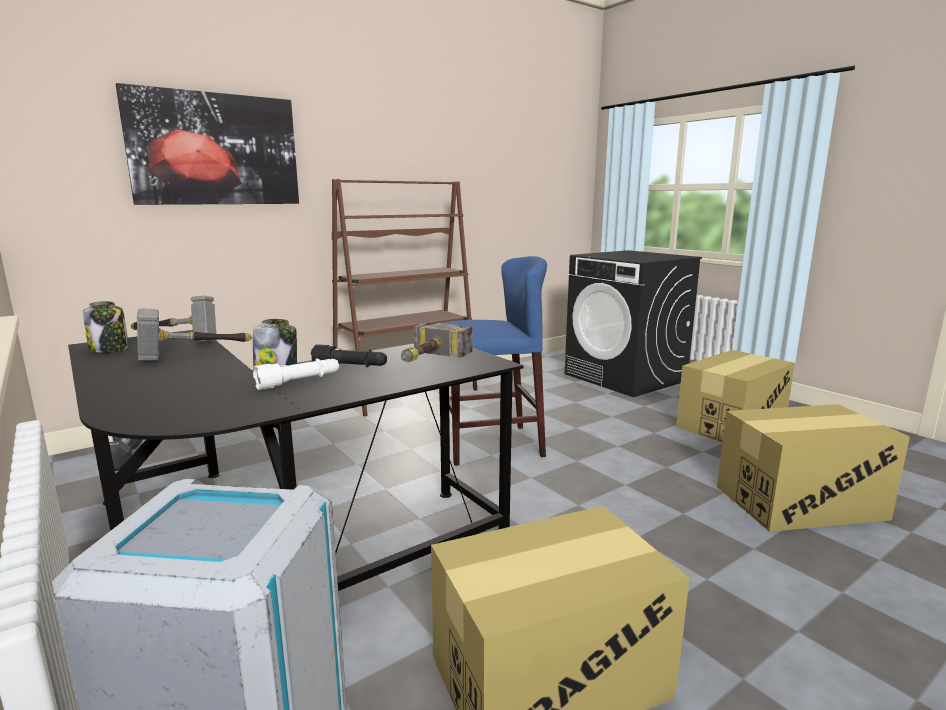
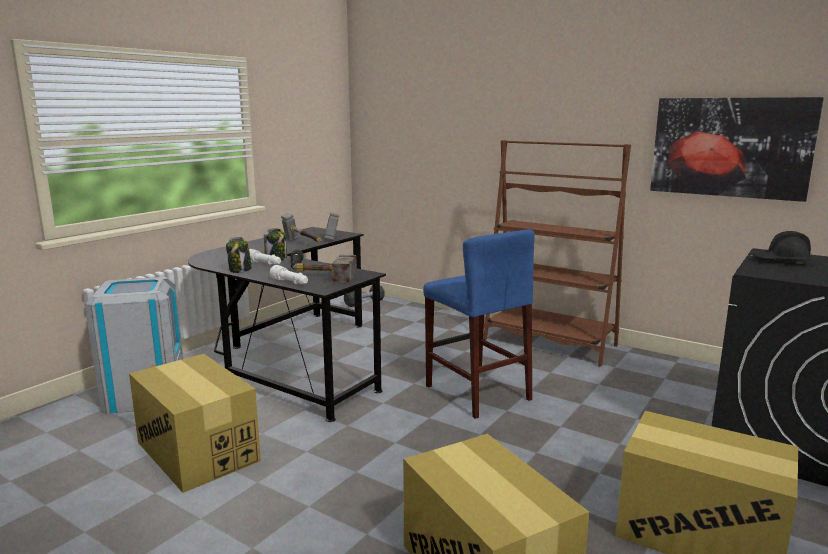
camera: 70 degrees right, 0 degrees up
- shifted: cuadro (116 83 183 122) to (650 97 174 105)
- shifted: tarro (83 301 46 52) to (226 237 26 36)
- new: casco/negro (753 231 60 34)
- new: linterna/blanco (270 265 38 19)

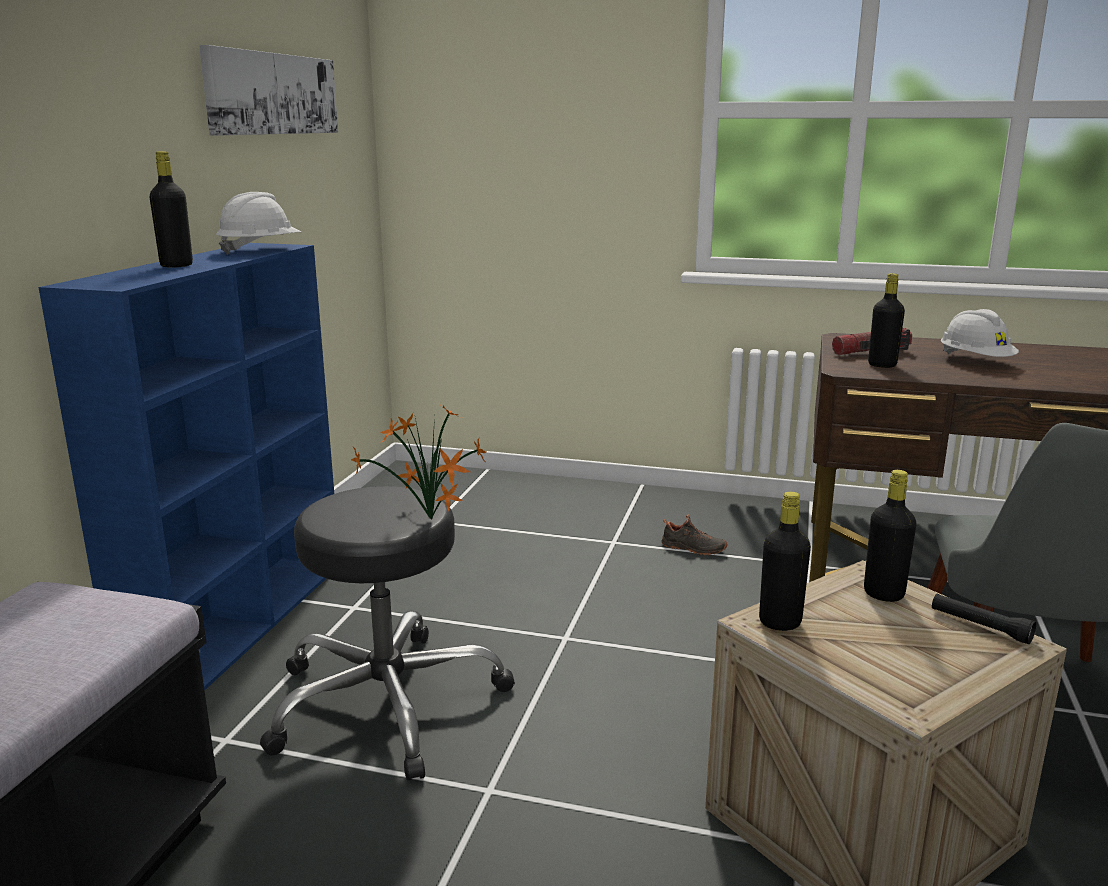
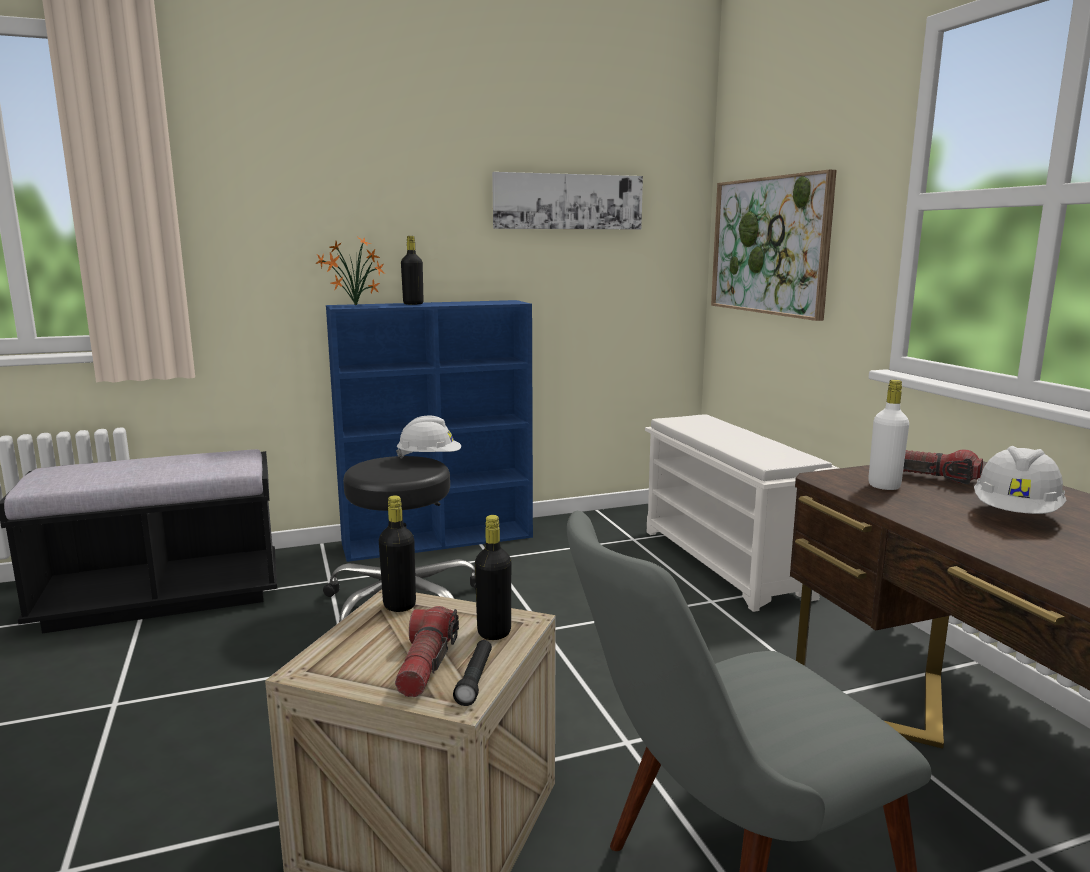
camera: 55 degrees right, 5 degrees down
- shifted: casco/blanco (216 192 85 63) to (396 415 65 44)
- repainted: botella/negro (868 273 37 95) to botella/blanco (868 380 41 110)
- shifted: planta en maceta (351 405 135 116) to (315 236 70 69)
- gone: zapato/negro (662 514 65 41)
- new: cuadro (711 170 126 151)
- new: zapatero/blanco (645 414 194 198)
- new: linterna (395 606 64 91)

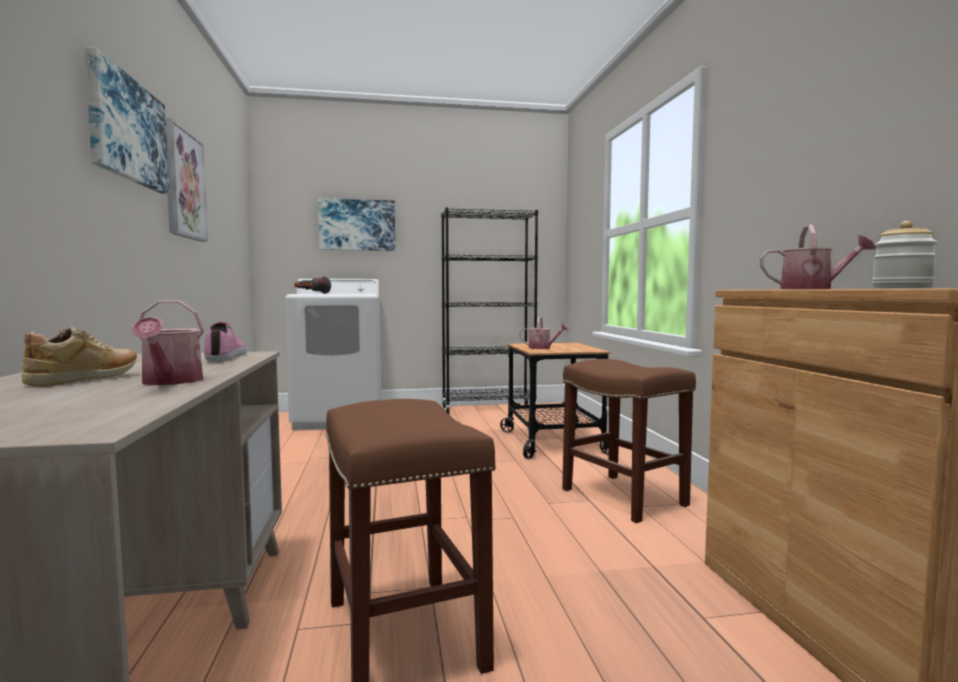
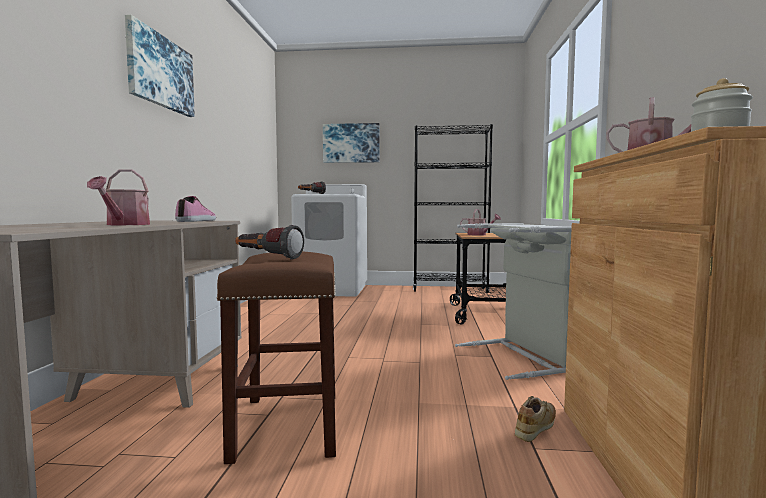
camera: 15 degrees right, 0 degrees up
- gone: cuadro (166 118 42 124)
- shifted: zapato/beis (22 327 115 60) to (515 396 41 46)
- swapped: taburete/marrón (562 359 134 164) to cesto de la ropa/gris (455 223 117 157)
- new: linterna (235 225 69 35)

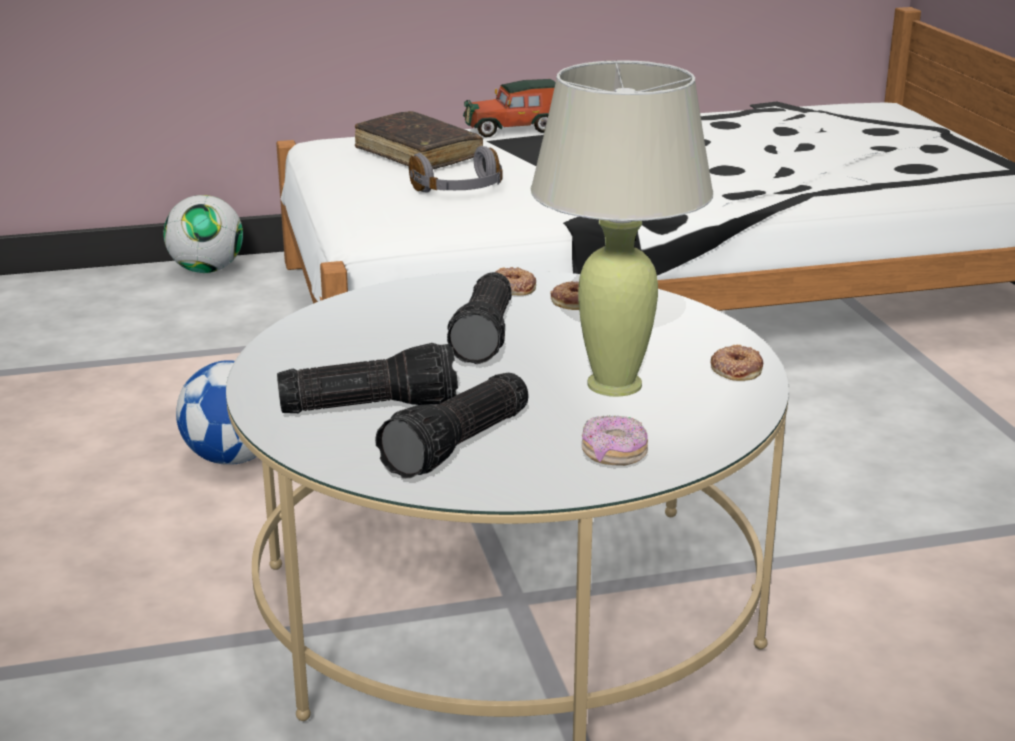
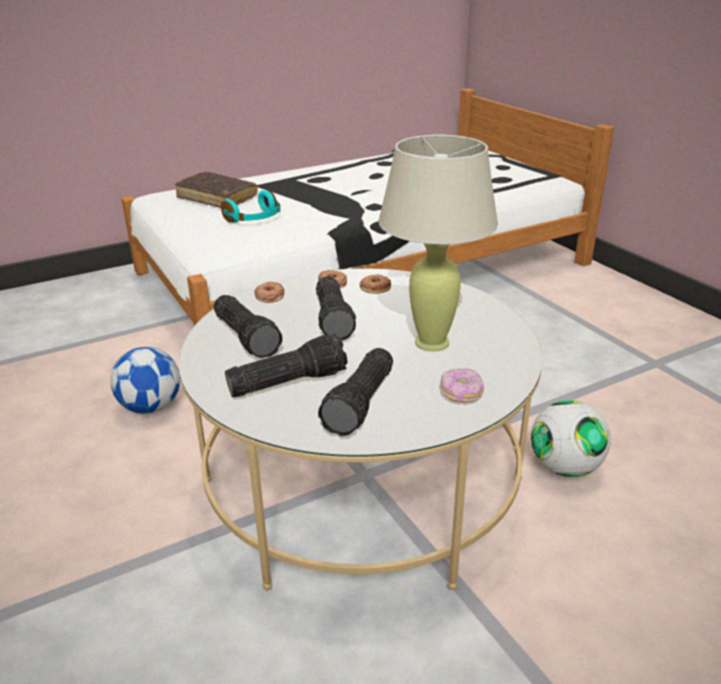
camera: 15 degrees left, 5 degrees up
- gone: coche de juguete (463 79 93 58)
- repainted: auriculares/gris (409 146 94 47) to auriculares/turquesa (221 190 59 33)
- shifted: balón de fútbol (164 195 79 78) to (531 400 80 77)
- shifted: rosquilla (710 345 53 36) to (254 281 30 22)
- new: linterna (214 295 69 63)

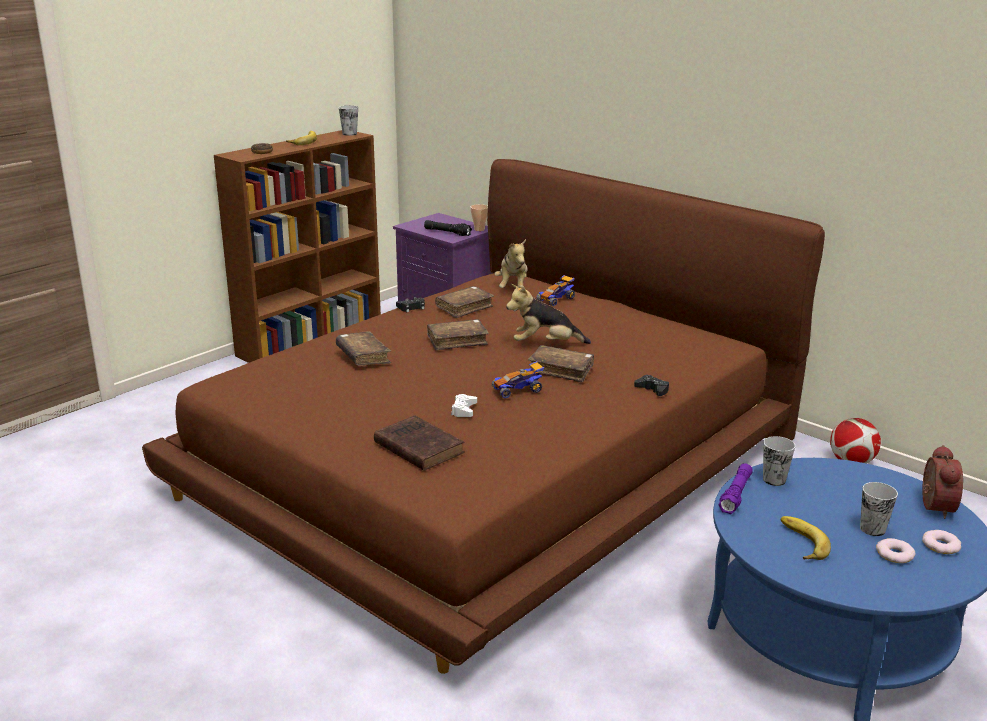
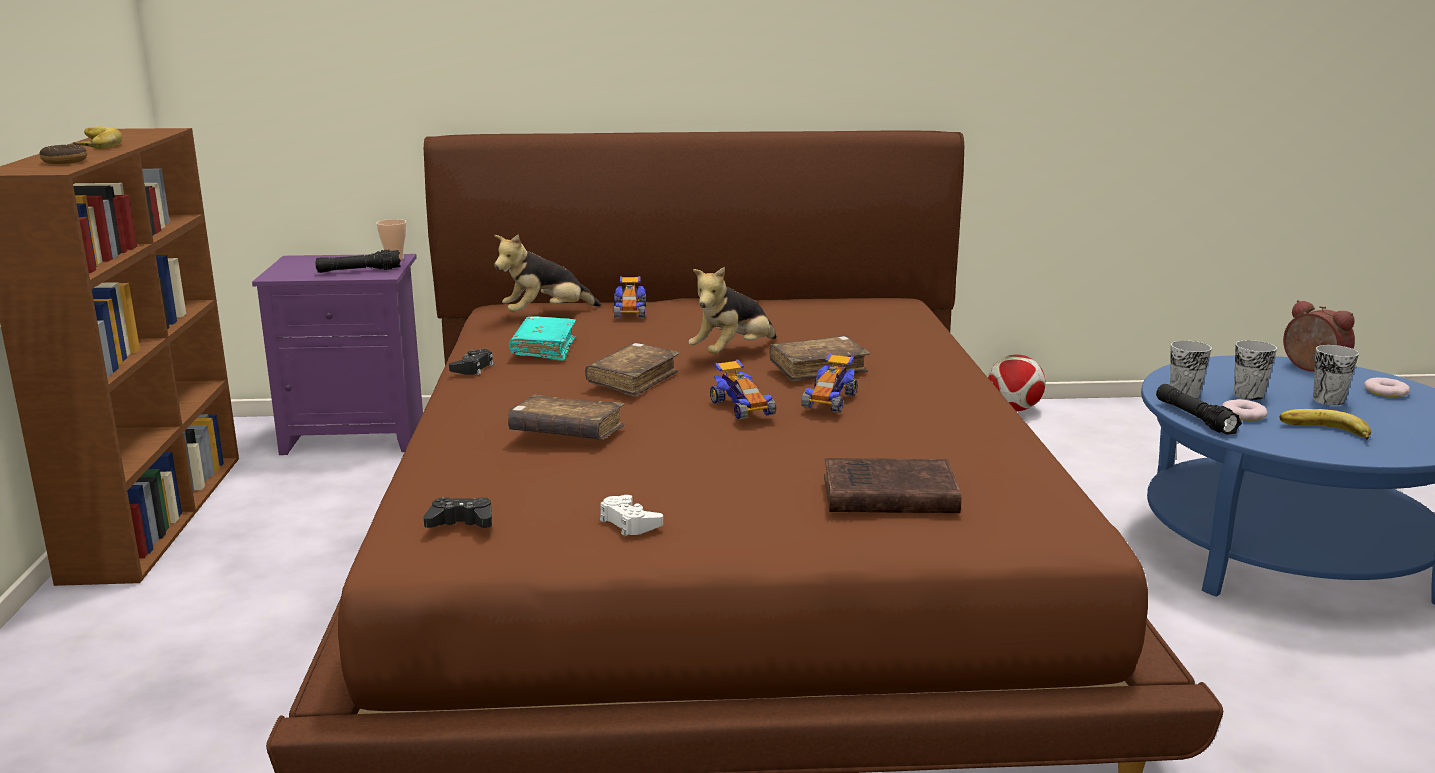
camera: 45 degrees left, 5 degrees down
- shifted: taza (339 106 19 30) to (1234 340 43 60)
- rotated: peluche (495 239 33 49) = (494 234 107 78) 105 degrees clockwise
- repainted: libro/marrón (435 286 59 32) to libro/turquesa (509 316 67 45)
- shifted: mando de consola/negro (634 375 35 21) to (423 497 69 31)
- shifted: mando de consola/blanco (451 394 26 23) to (600 495 63 41)
- repainted: linterna/morado (719 463 34 51) to linterna/negro (1156 384 86 51)
- shifted: rosquilla (876 538 39 25) to (1222 399 46 22)
- new: coche de juguete (710 360 66 59)

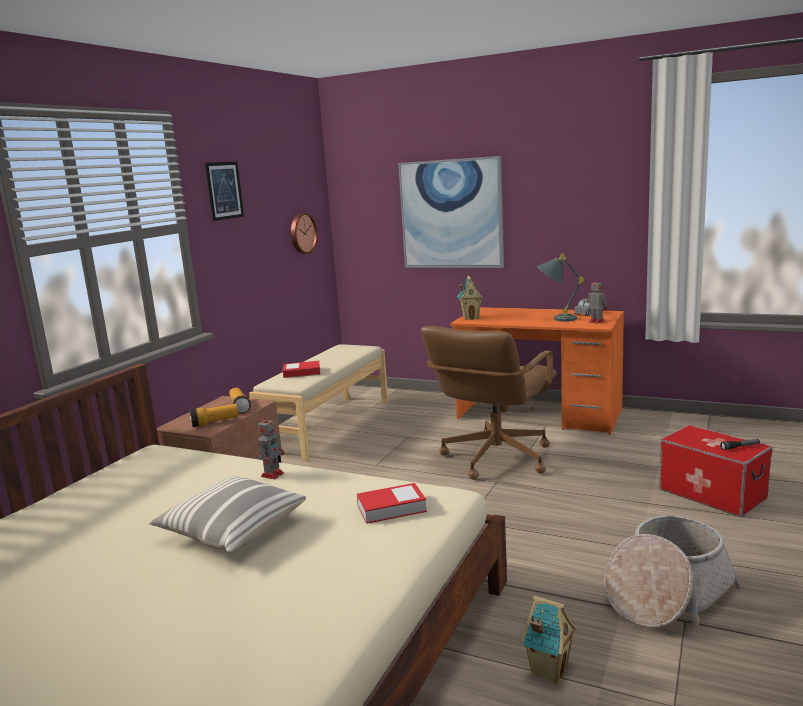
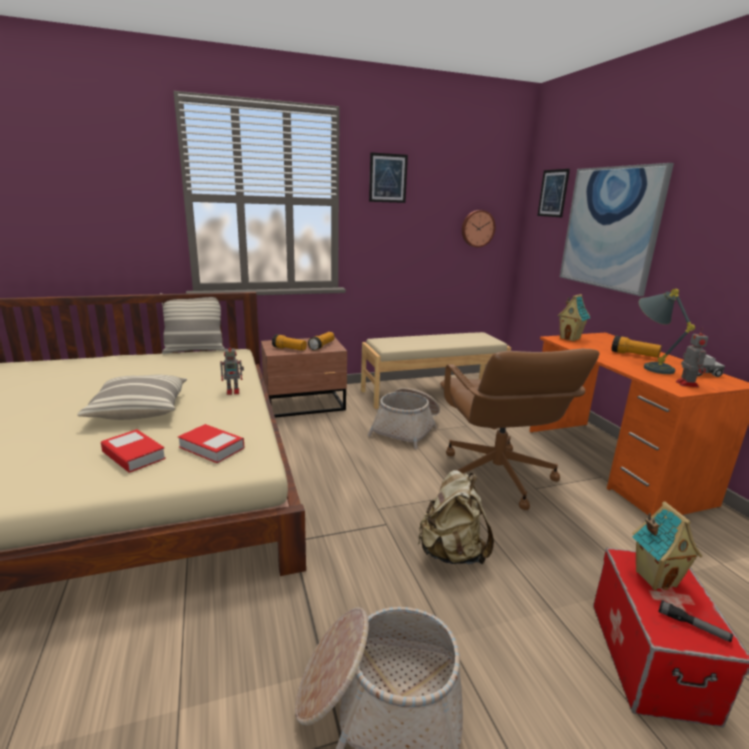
camera: 45 degrees right, 5 degrees up
- rotated: silla de oficina/marrón (421 326 136 154) = (440 349 160 161) 90 degrees counterclockwise
- shifted: libro (283 361 37 17) to (101 429 65 44)
- shifted: casita (521 596 56 88) to (632 501 70 89)
- new: cuadro (537 169 33 49)
- new: cojín (160 293 65 61)
- new: linterna (611 336 51 22)
- new: cesta (367 388 73 61)
- new: mochila/beis (418 470 76 94)

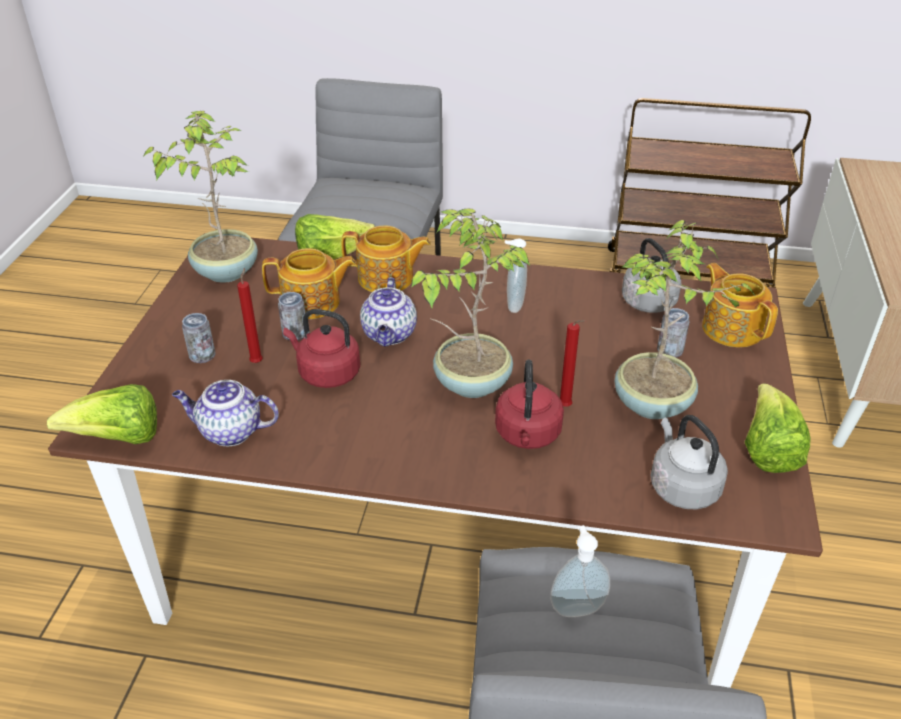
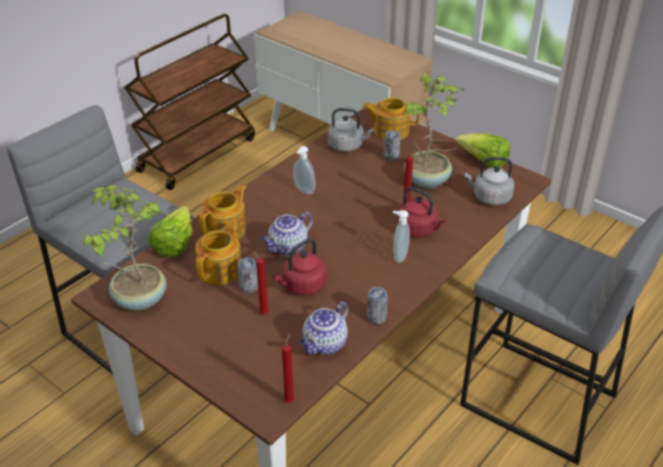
camera: 60 degrees left, 0 degrees up
- gone: planta en maceta (411 209 119 189)
- rotated: tetera (360 277 57 69) = (261 212 52 44) 105 degrees clockwise
- shifted: lata (182 313 33 50) to (367 287 21 37)
- swapped: lechuga (47 384 110 60) to vela/rojo (282 334 13 69)
- shifted: dispensador de jabón (550 525 60 92) to (393 210 17 53)

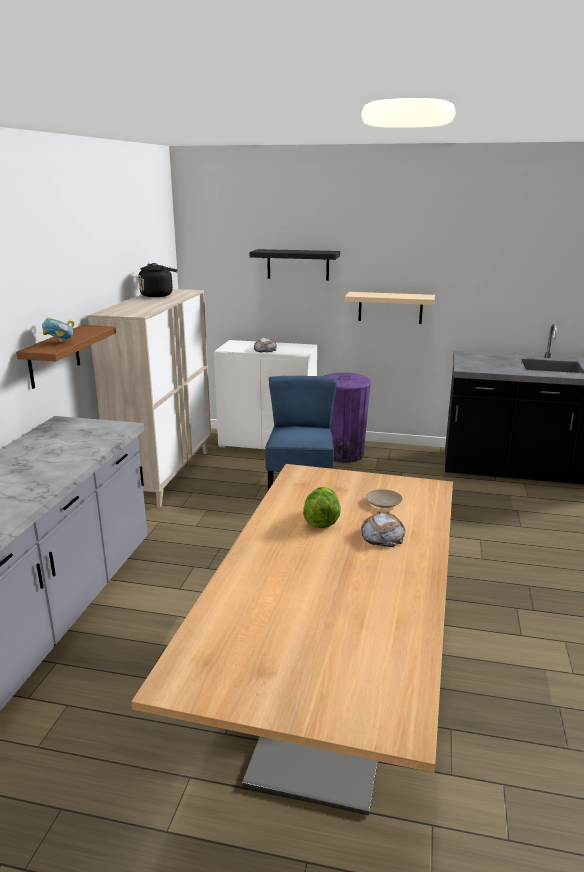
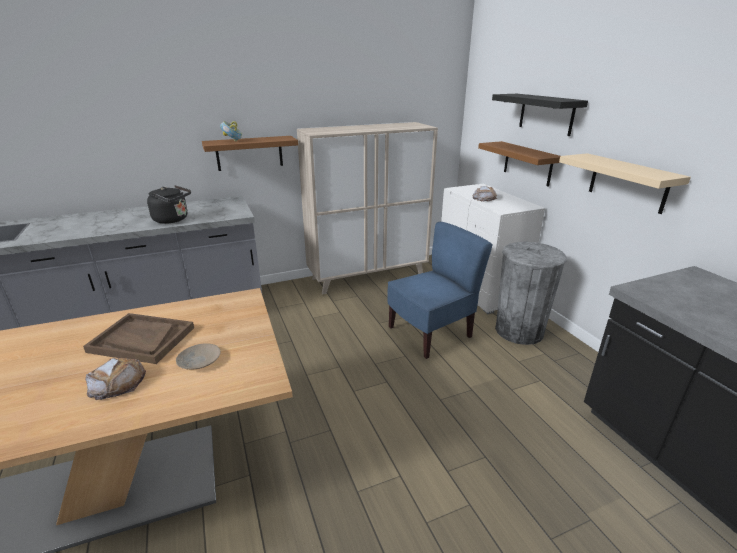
camera: 55 degrees right, 5 degrees up
- shifted: hervidor/negro (138 263 40 34) to (147 185 44 39)
- repainted: papelera/morado (323 372 49 91) to papelera/gris (495 242 72 103)
- swapped: lechuga (303 487 38 41) to bandeja/marrón (83 313 111 51)
- new: estante/marrón (478 141 82 46)

